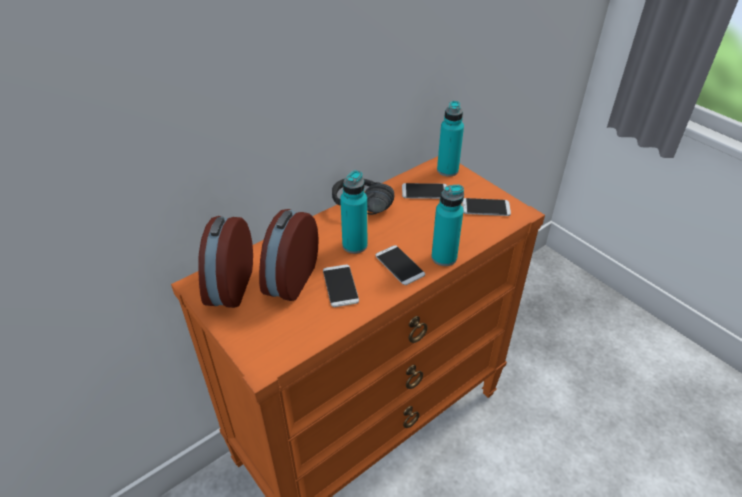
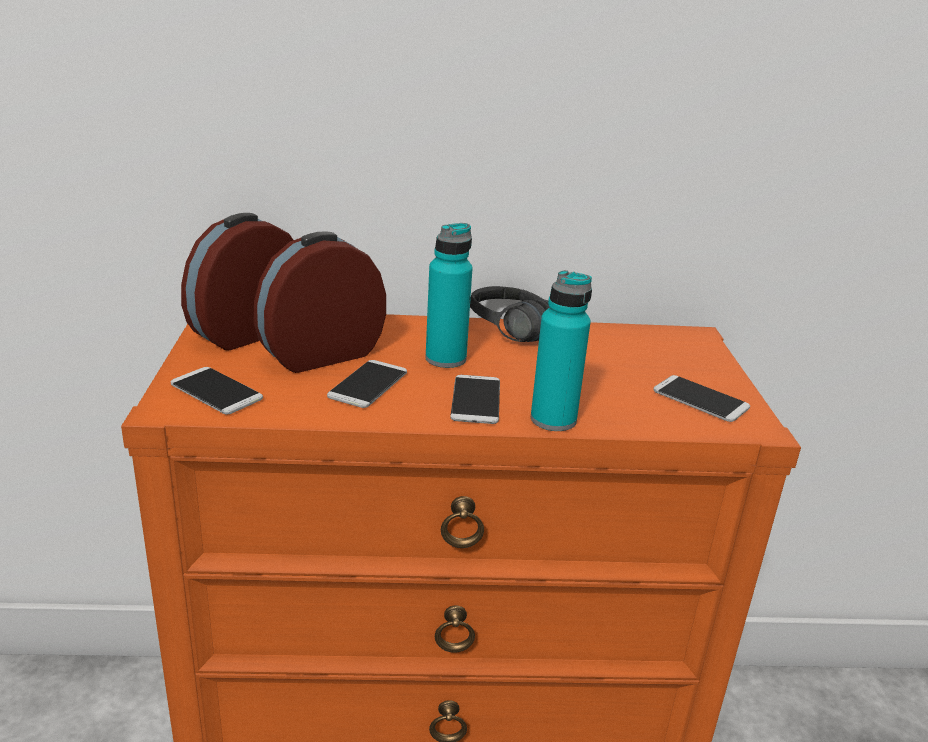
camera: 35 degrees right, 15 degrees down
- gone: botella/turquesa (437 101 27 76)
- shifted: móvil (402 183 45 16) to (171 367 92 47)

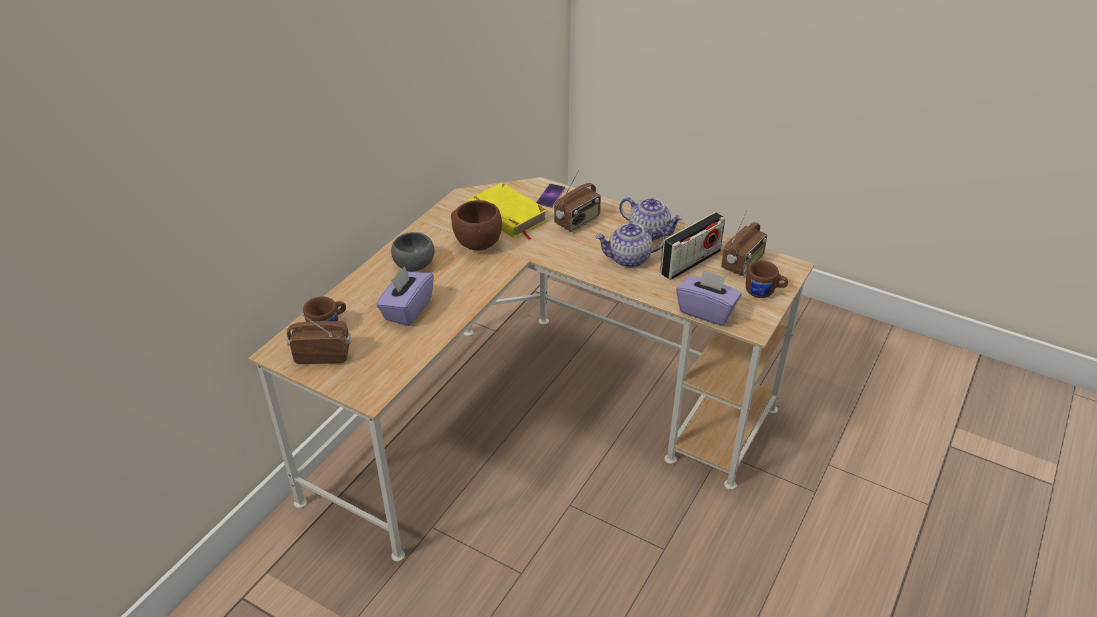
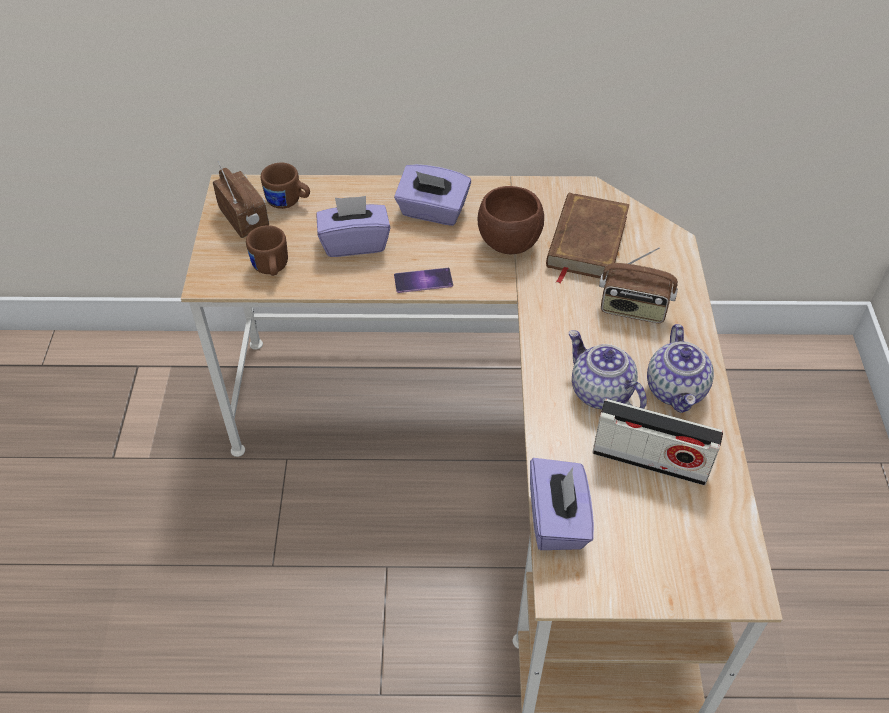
camera: 60 degrees right, 10 degrees up
- repainted: libro/amarillo (467 183 81 57) to libro/marrón (546 193 83 90)
- shifted: móvil (536 184 29 24) to (394 268 59 25)
- gone: radio (721 210 46 66)
- swapped: cuenco/gris (391 232 43 39) to caja de pañuelos/morado (394 164 77 62)
- shifted: taza grande/marrón (746 260 42 38) to (246 225 42 51)

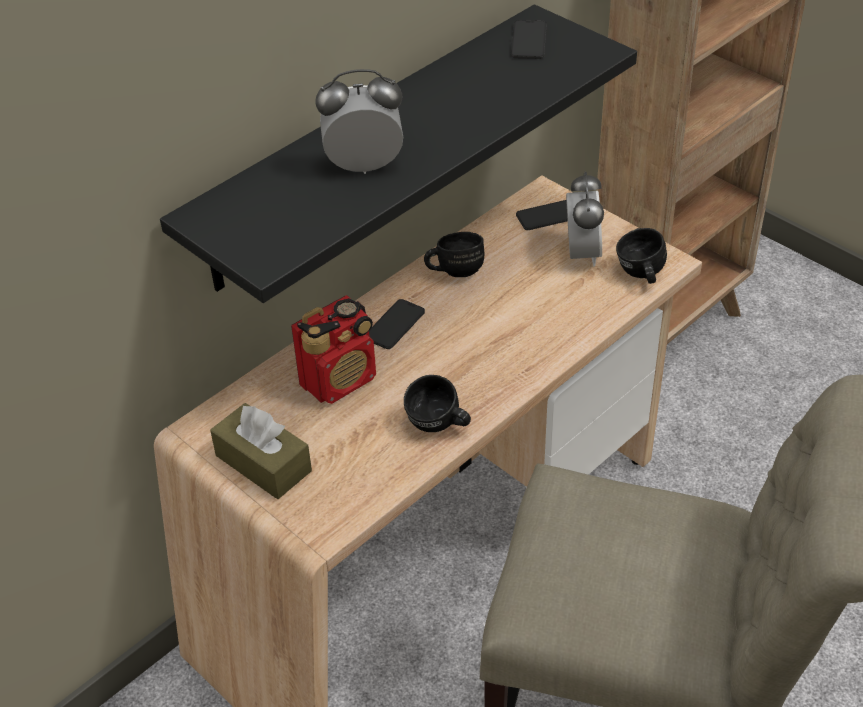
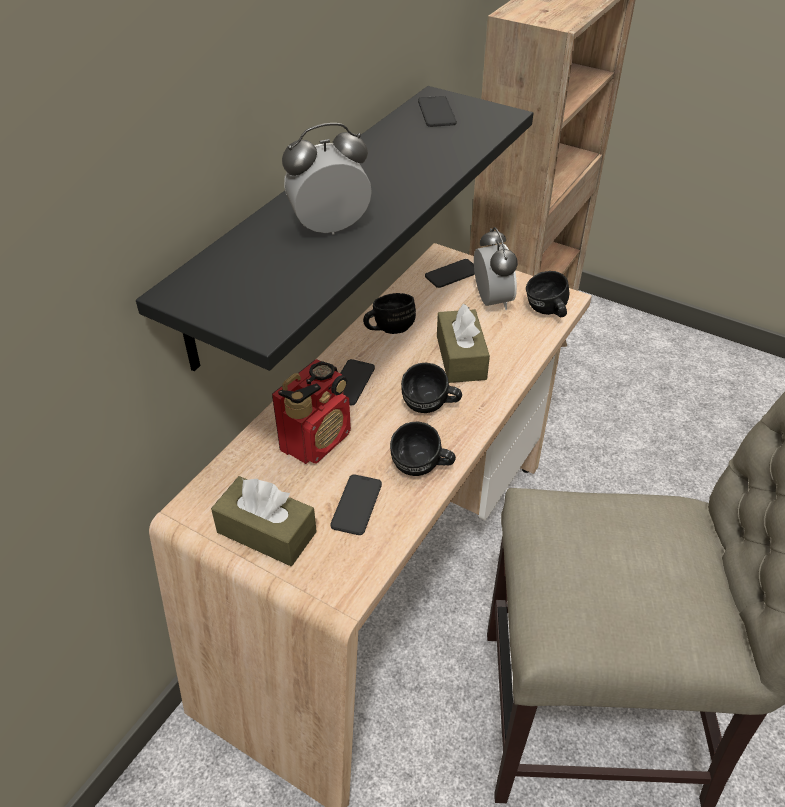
camera: 15 degrees left, 0 degrees up
- new: caja de pañuelos/marrón (437 304 53 79)
- new: taza grande/negro (401 363 61 50)
- new: móvil (330 474 52 61)

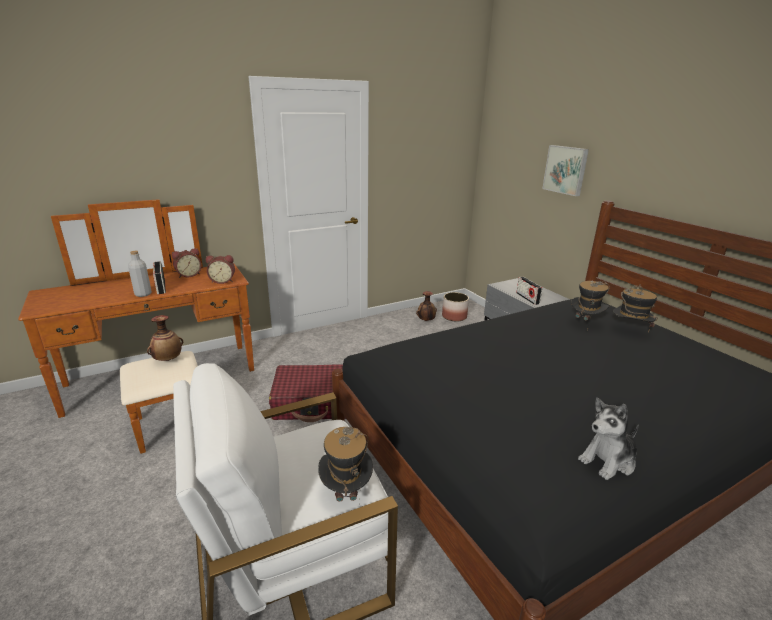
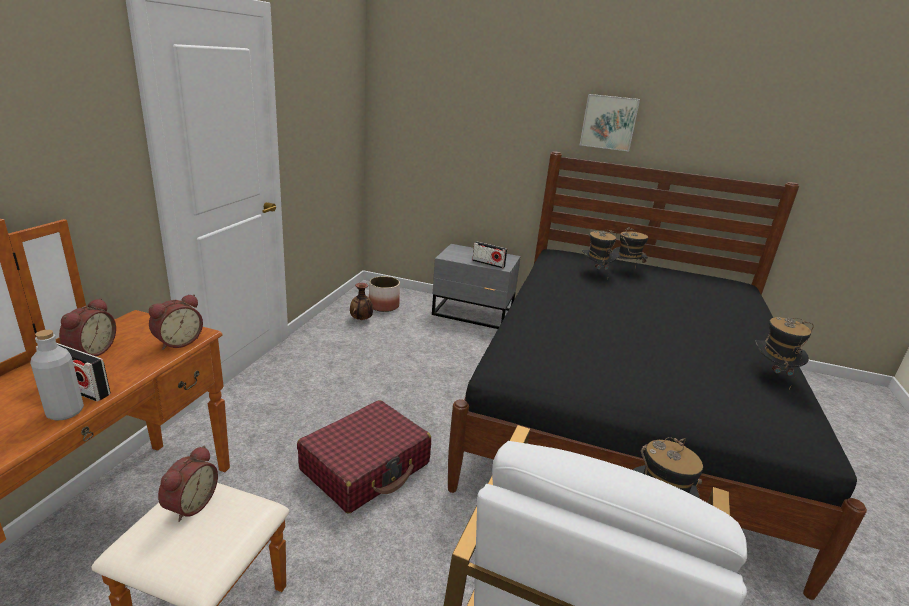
camera: 45 degrees left, 0 degrees up
- shifted: cuadro (542 145 47 51) to (580 94 60 57)
- swapped: florero (147 315 36 46) to despertador (158 446 60 76)
- swapped: peluche (578 398 60 82) to sombrero (755 317 59 72)

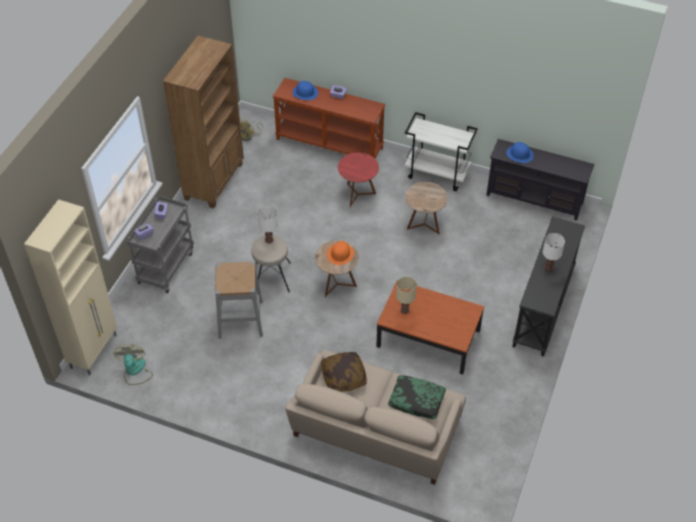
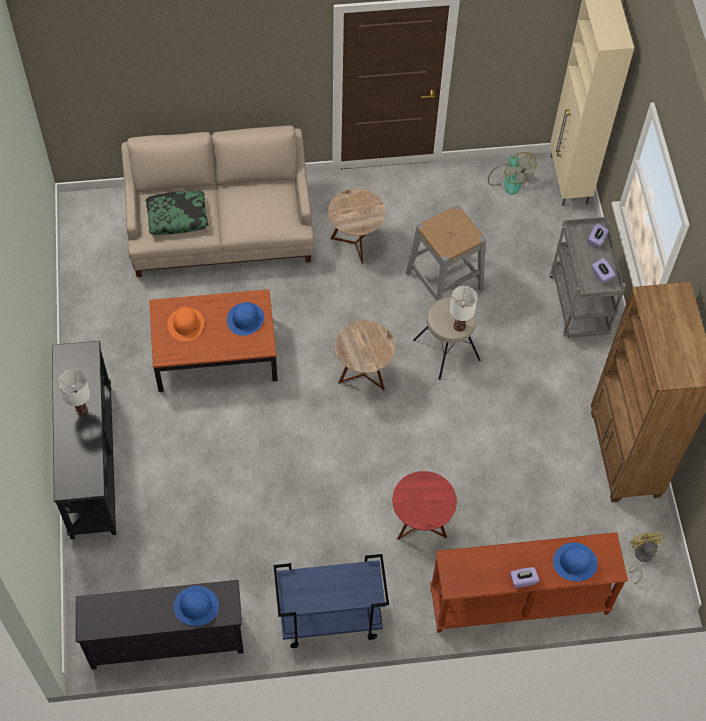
camera: 150 degrees right, 10 degrees up
- repainted: carrito/blanco (405 112 73 79) to carrito/azul (274 554 115 94)
- shifted: mesa auxiliar/marrón (405 182 43 52) to (328 188 57 76)
- shifted: sombrero/naranja (327 241 27 24) to (167 307 37 34)
- swapped: lámpara de mesa/beis (396 277 21 37) to sombrero/azul (227 302 37 34)
- gone: cojín (321 352 46 40)

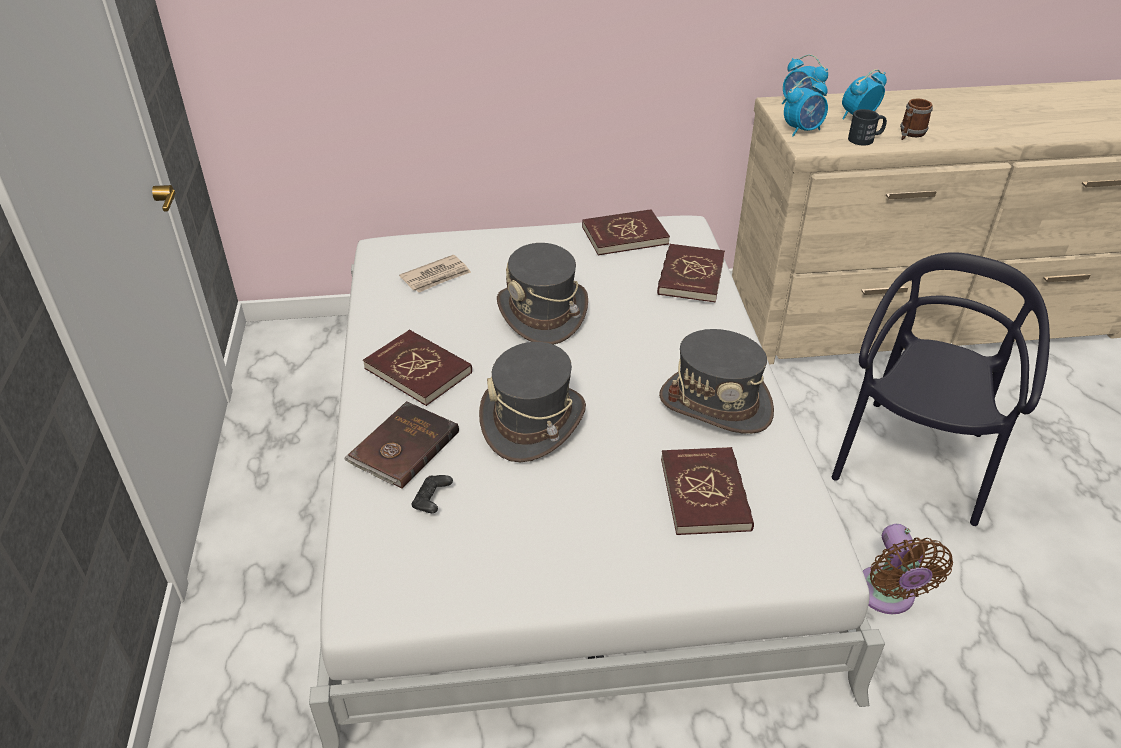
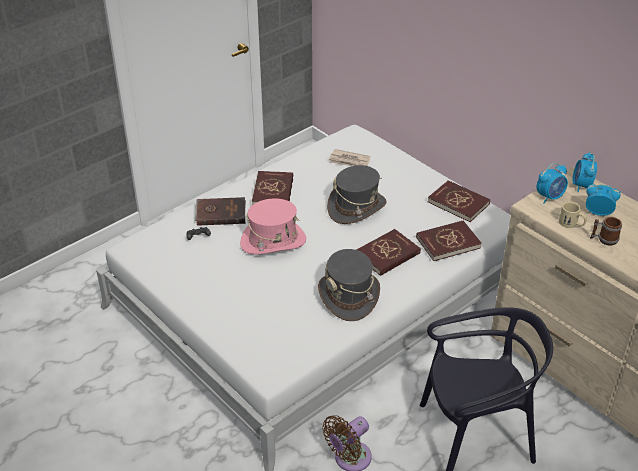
camera: 55 degrees right, 0 degrees up
- rotated: despertador (784 76 44 61) = (537 163 31 40) 60 degrees counterclockwise
- repainted: taza grande/negro (848 109 39 37) to taza grande/beis (559 201 28 27)
- repainted: sombrero/gris (479 342 107 120) to sombrero/rosa (240 199 66 56)
- shifted: libro/rojo (661 447 93 88) to (356 229 65 47)

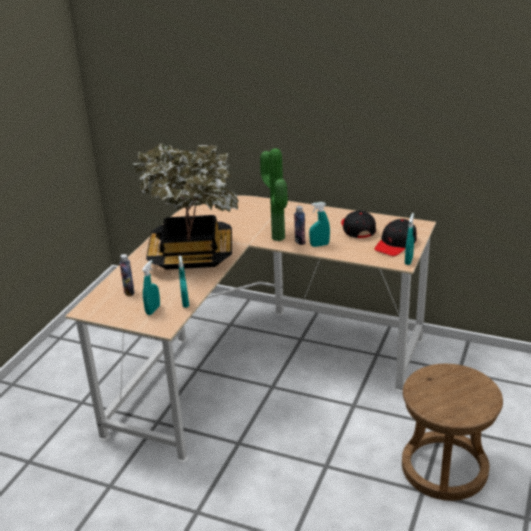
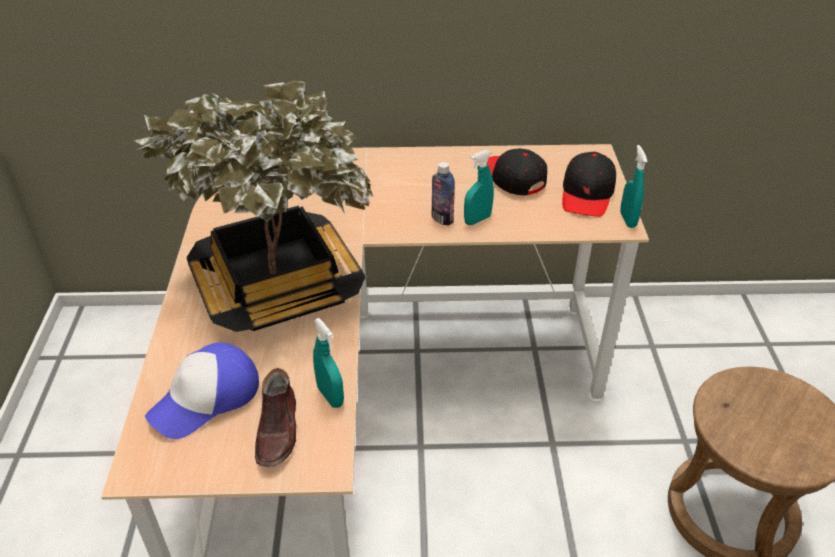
camera: 25 degrees left, 10 degrees up
- gone: planta en maceta (260 148 28 93)
- swapped: botella (119 254 16 42) to gorra (145 342 114 97)
- swapped: pulverizador/turquesa (142 260 18 55) to zapato/marrón (255 368 41 99)

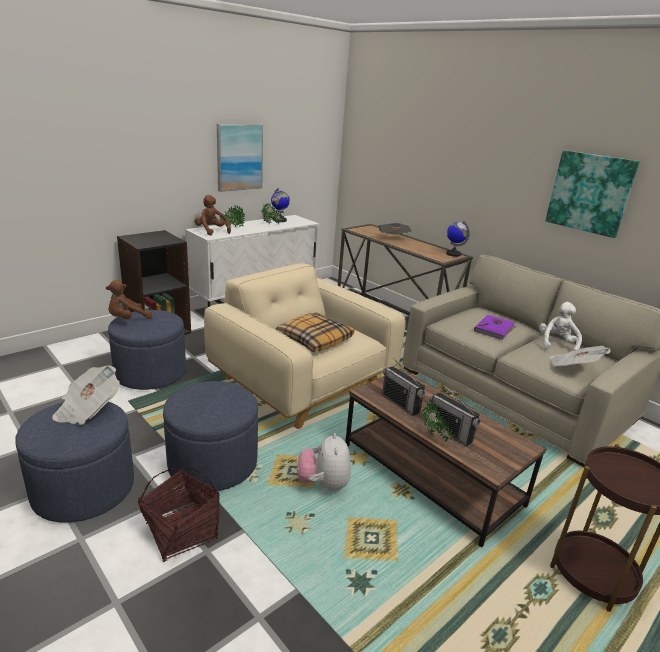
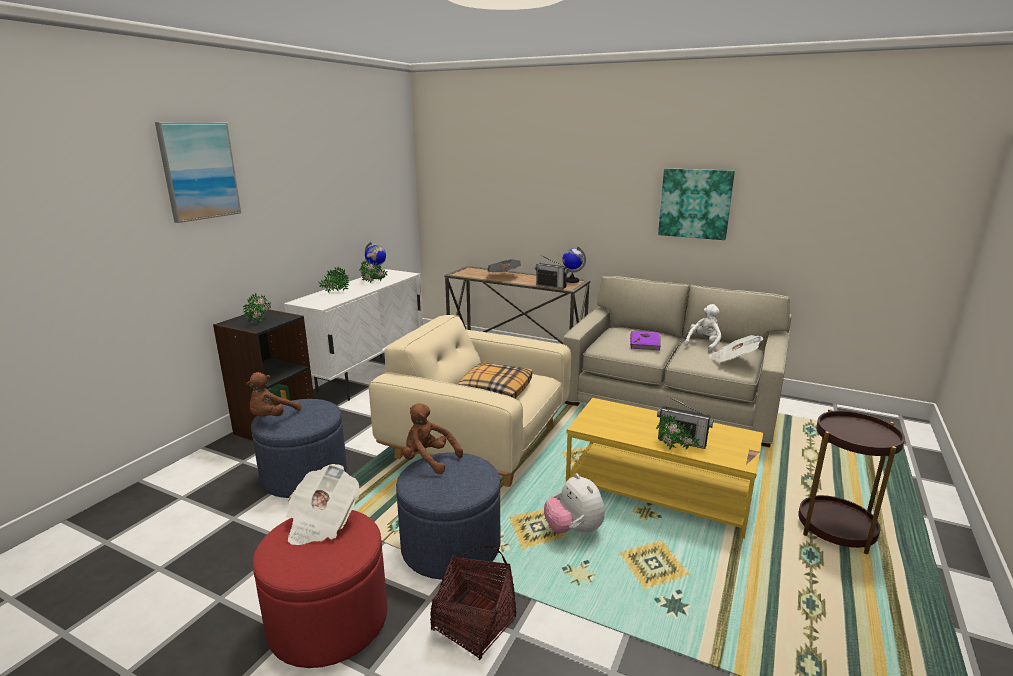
camera: 20 degrees left, 5 degrees down
- shifted: cuadro (217 124 46 68) to (155 122 86 101)
- shifted: peluche/marrón (194 195 37 41) to (403 403 60 71)
- rotated: peluche/blanco (539 302 43 49) = (684 304 38 49) 45 degrees clockwise
- shifted: radio (382 358 43 58) to (535 255 34 34)
- repainted: mesa de centro/marrón (345 369 201 178) to mesa de centro/amarillo (566 398 197 141)
- repainted: puf/azul (15 402 119 121) to puf/rojo (252 510 135 158)
- new: planta en maceta (243 293 28 29)

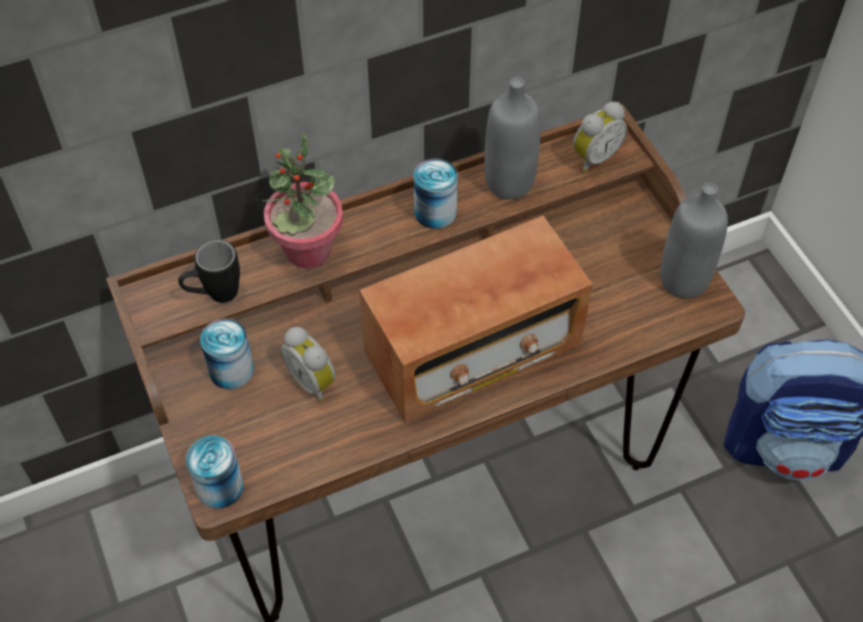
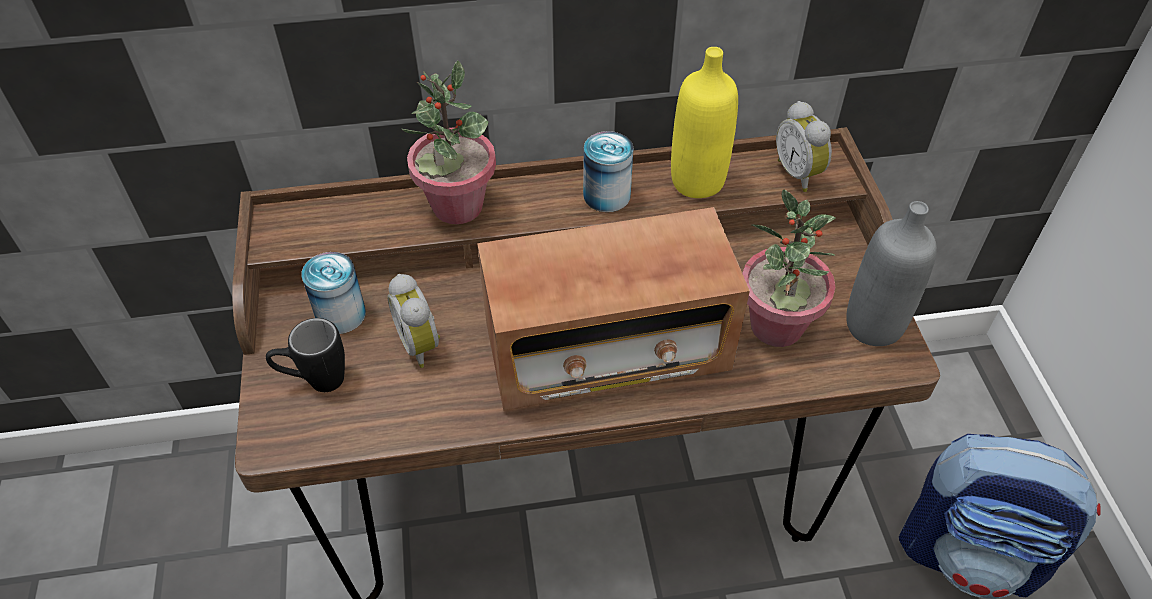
camera: 15 degrees right, 5 degrees down
- repainted: botella/gris (485 77 56 122) to botella/amarillo (671 47 67 151)
- rotated: despertador (573 102 54 71) = (776 101 56 91) 90 degrees clockwise
- shifted: taza grande/negro (178 240 62 63) to (266 318 79 74)
- gone: lata (186 436 58 73)
- new: planta en maceta (742 189 94 158)

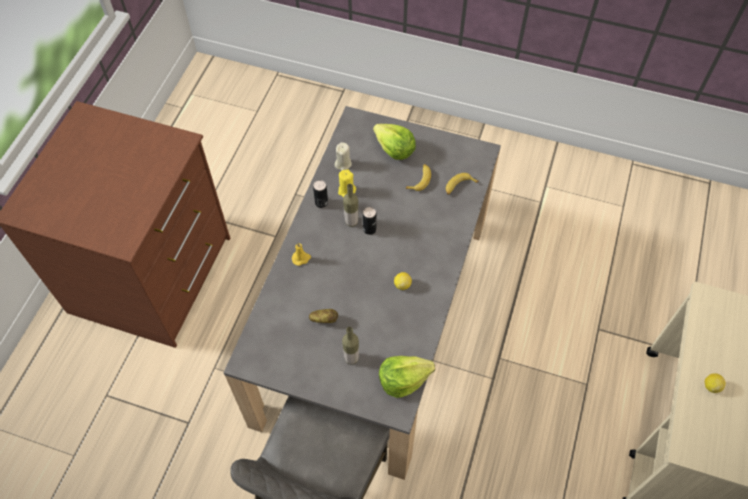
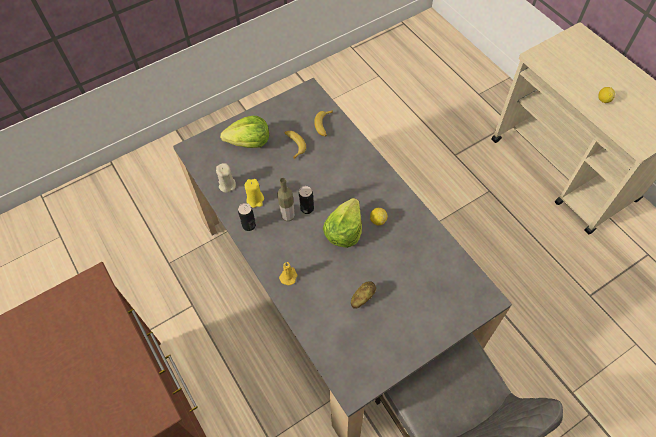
camera: 50 degrees left, 0 degrees up
- gone: botella (342 327 17 38)
- shifted: lechuga (379 356 56 42) to (323 198 39 50)

